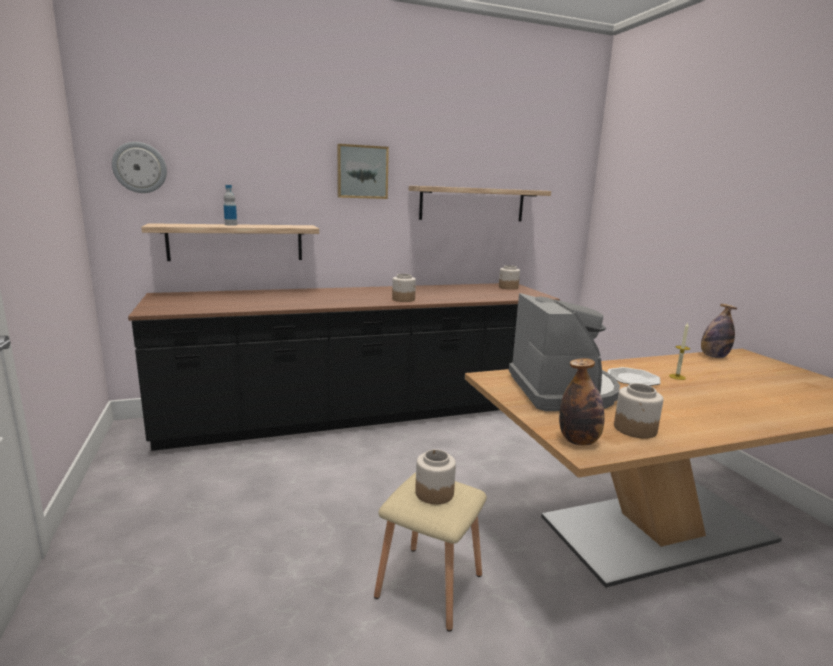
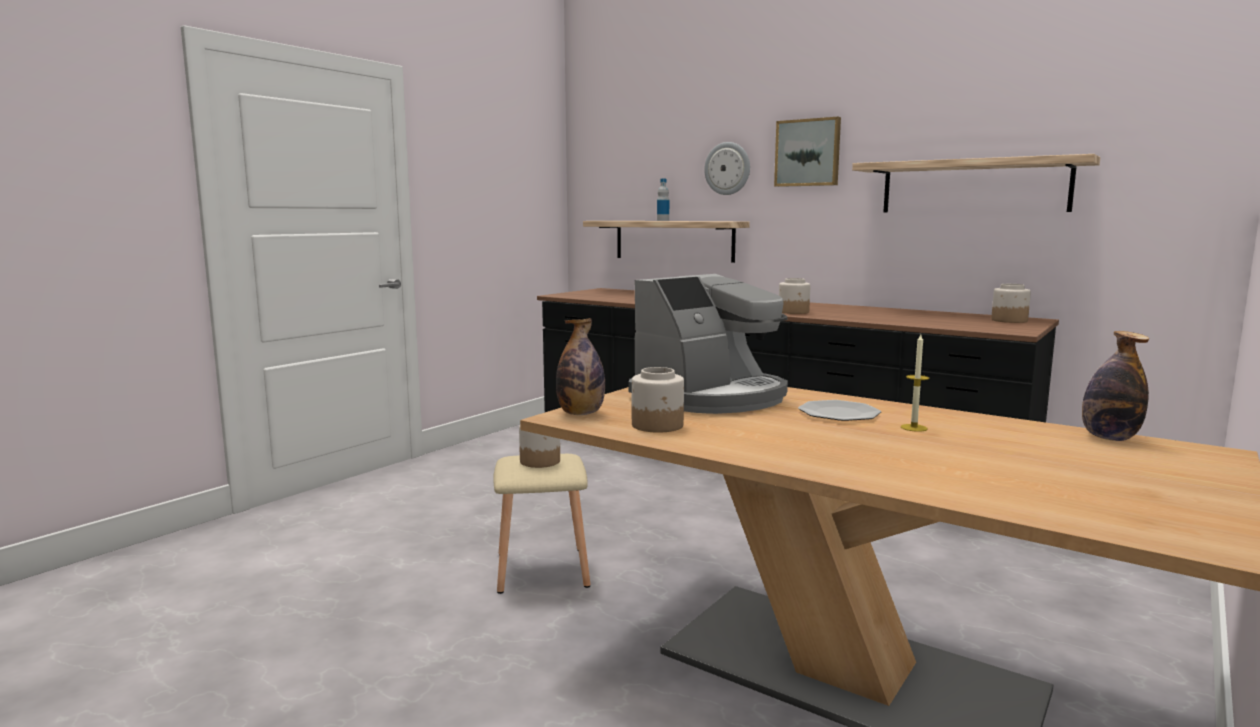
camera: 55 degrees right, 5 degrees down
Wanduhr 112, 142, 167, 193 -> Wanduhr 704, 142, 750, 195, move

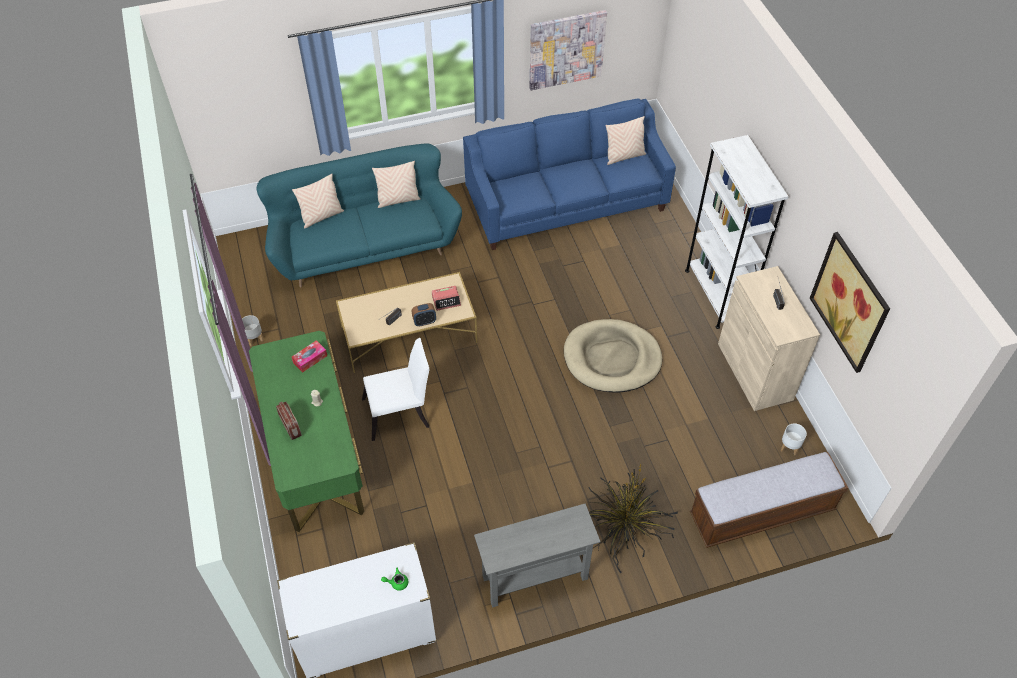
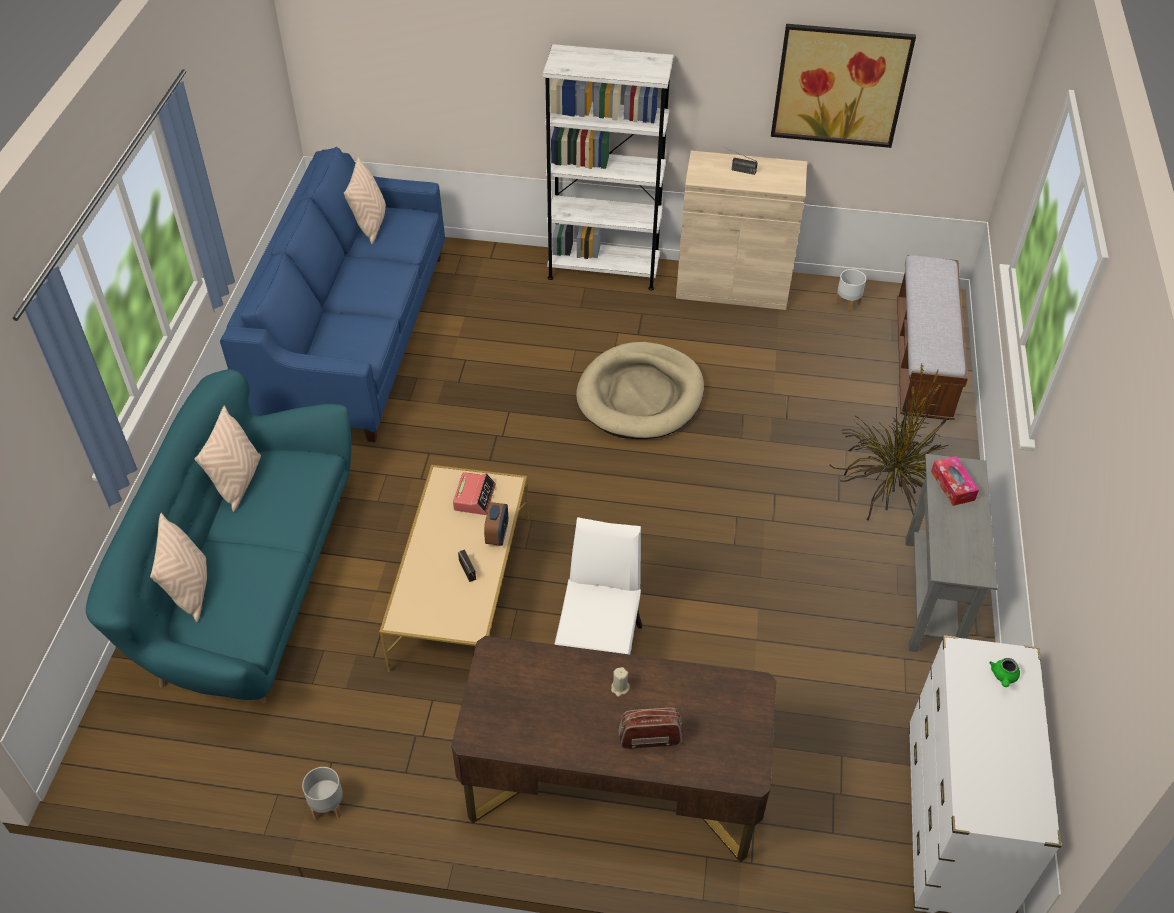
camera: 65 degrees left, 5 degrees down
Bild 529, 10, 607, 90 -> none
Taschentuchbox 292, 340, 327, 373 -> Taschentuchbox 931, 456, 979, 506, move
Schreibtisch/grün 249, 331, 364, 532 -> Schreibtisch/braun 451, 636, 776, 862

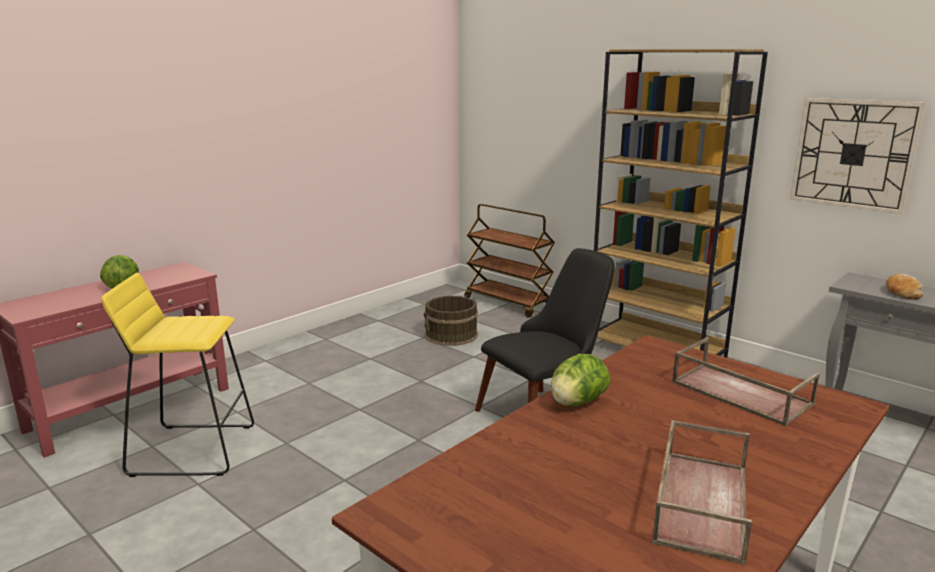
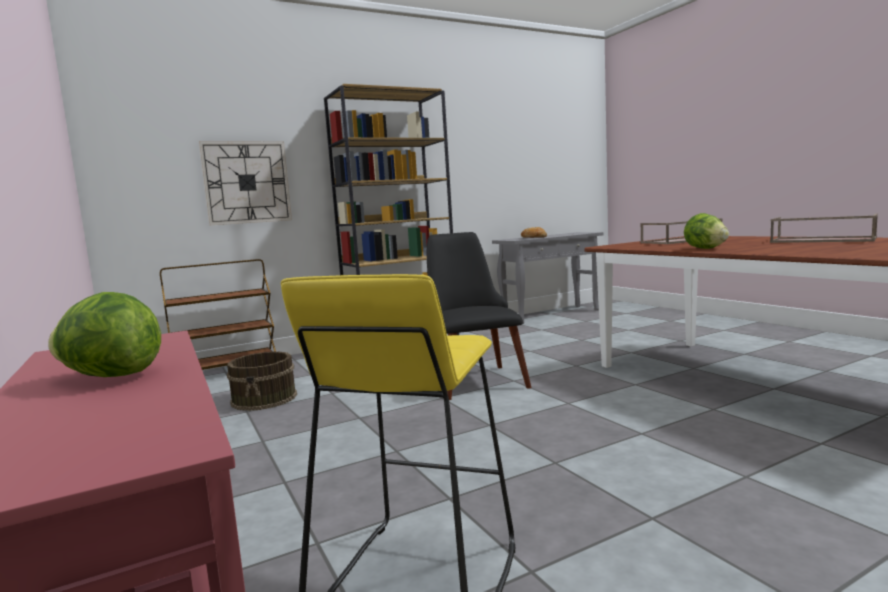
camera: 70 degrees left, 10 degrees down
Wanduhr 790, 98, 925, 214 -> Wanduhr 199, 141, 292, 225, move

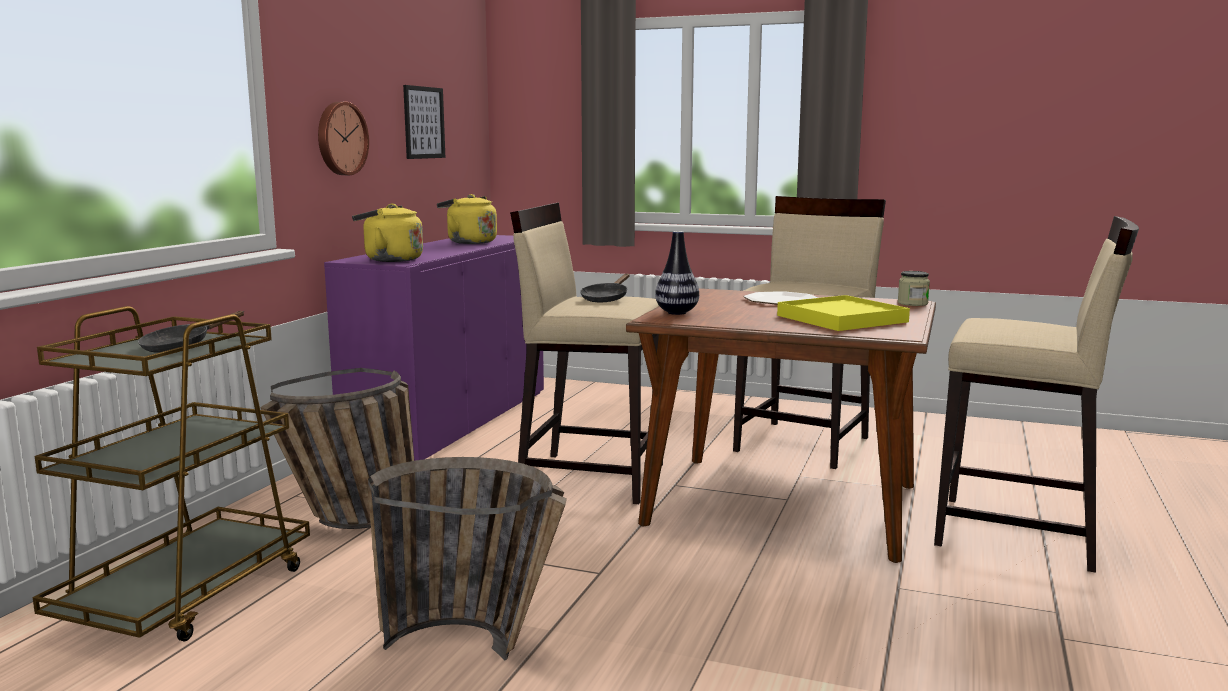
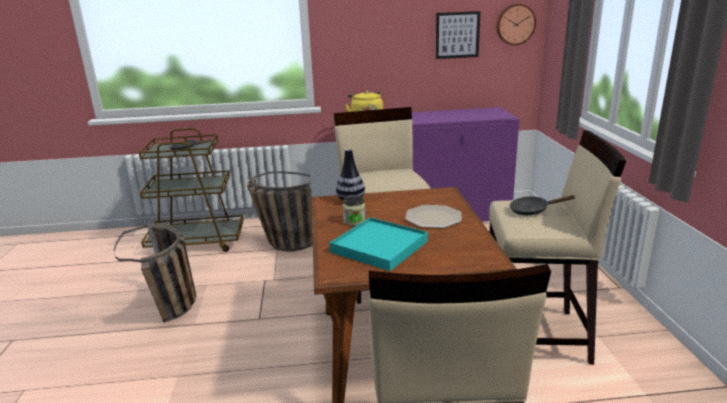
camera: 65 degrees right, 10 degrees up
Wasserkessel/gelb 437, 194, 497, 244 -> none
Wanduhr 318, 102, 369, 175 -> Wanduhr 496, 4, 536, 45, move
Pfanne/schwarz 580, 274, 630, 302 -> Pfanne/schwarz 510, 195, 574, 215, move
Vorratsglas 898, 271, 930, 306 -> Vorratsglas 343, 196, 366, 226, move
Tablett/gelb 777, 295, 910, 331 -> Tablett/türkis 329, 217, 428, 271

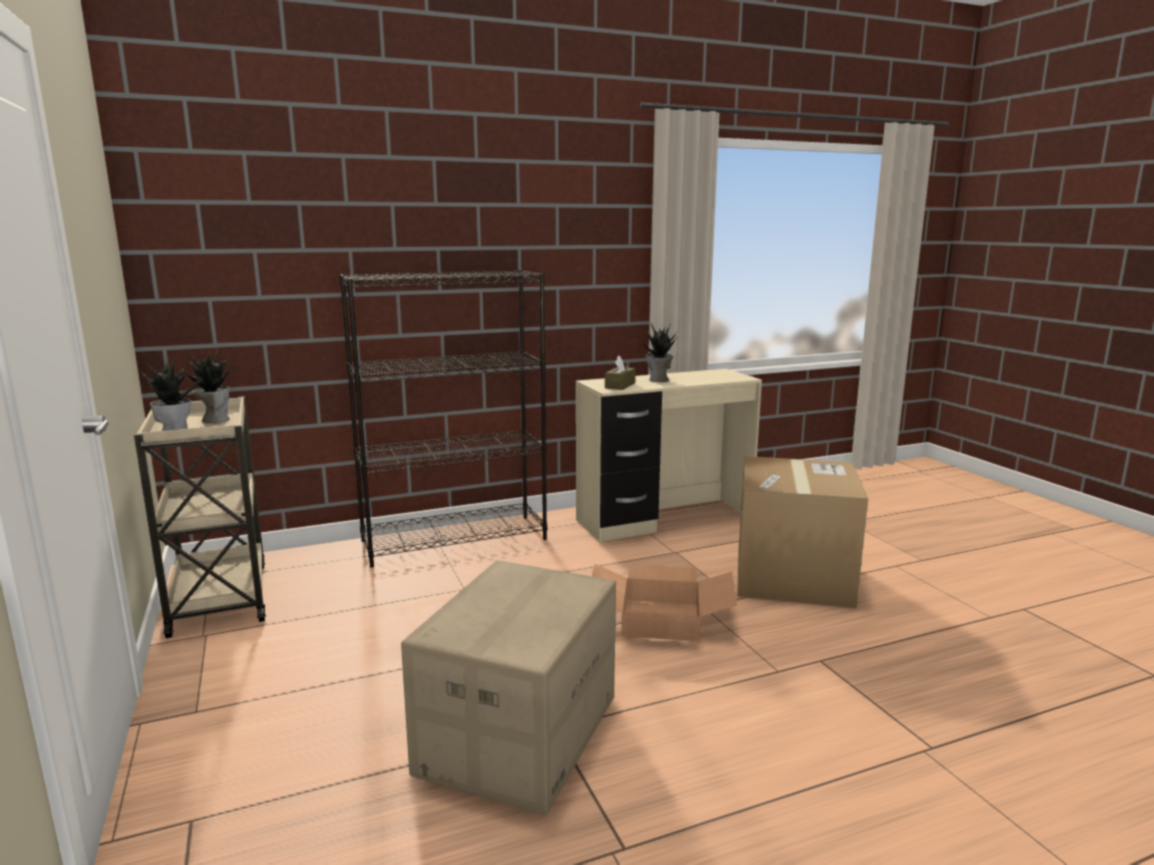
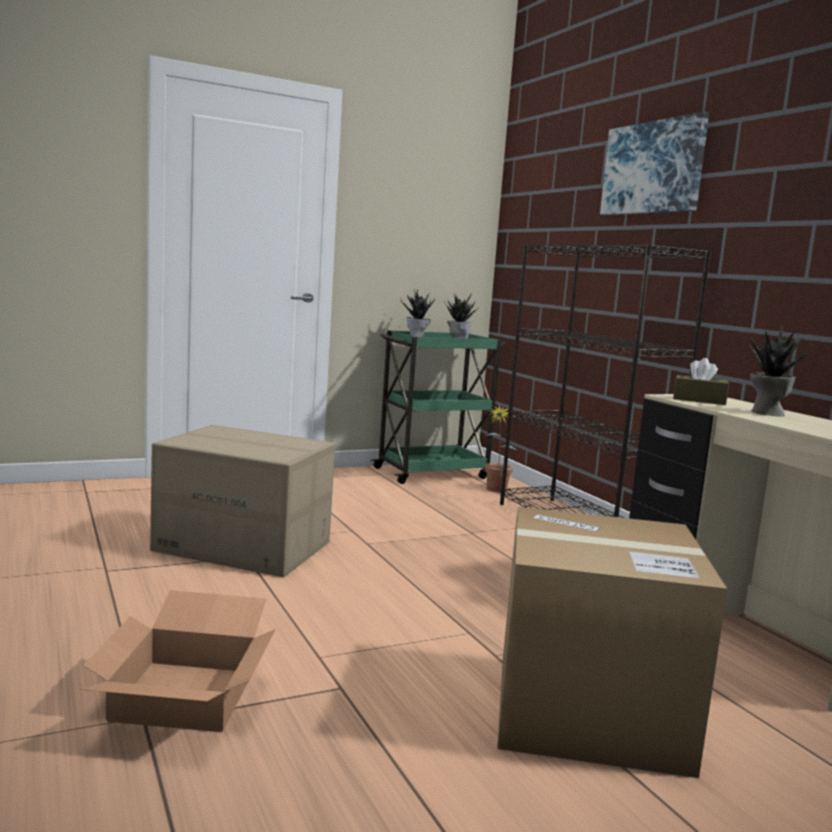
camera: 85 degrees right, 5 degrees down
none -> Topfpflanze 485, 404, 517, 492
none -> Bild 600, 112, 709, 215
Karton 592, 564, 738, 641 -> Karton 80, 590, 276, 732, move
Rollwagen/beige 134, 396, 266, 638 -> Rollwagen/grün 371, 330, 506, 484

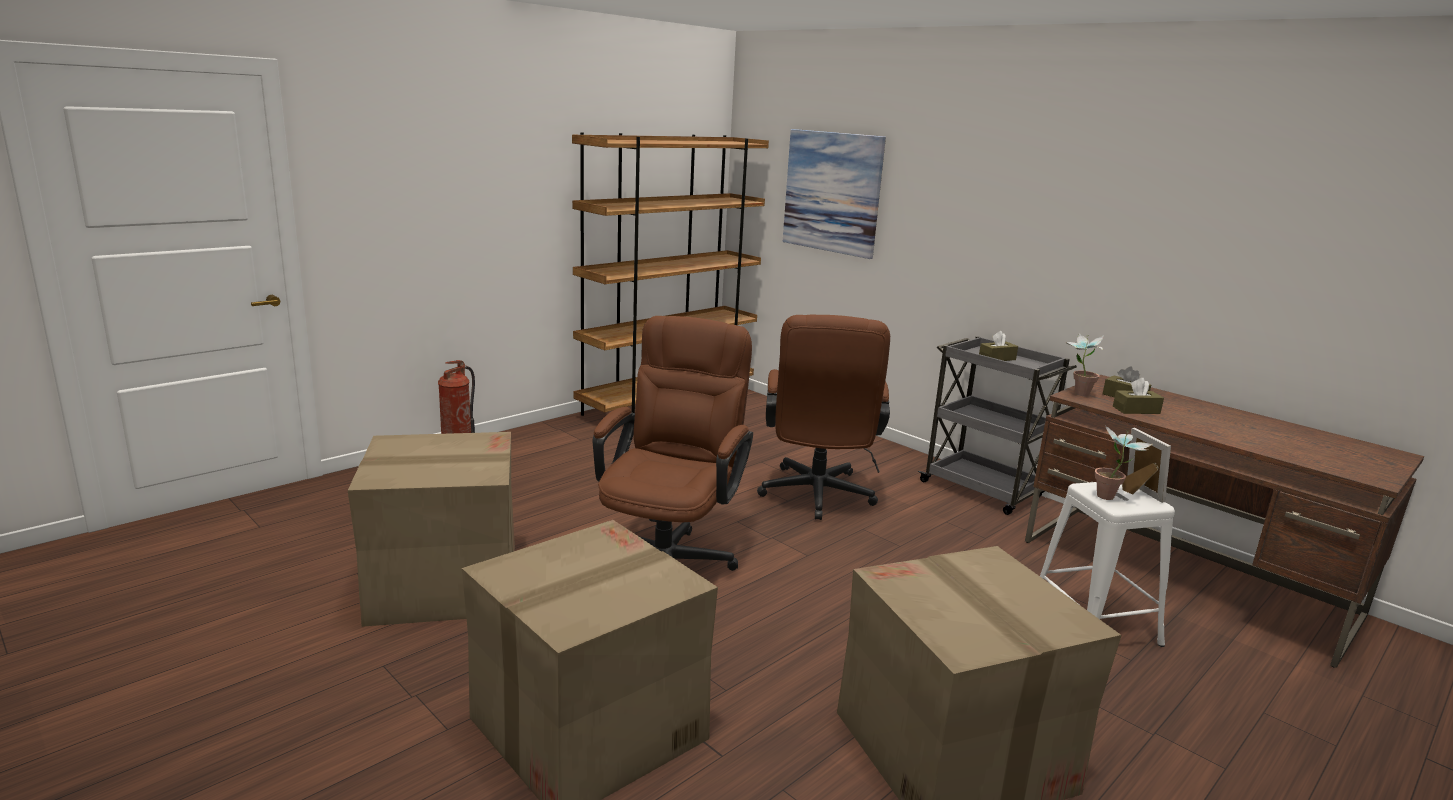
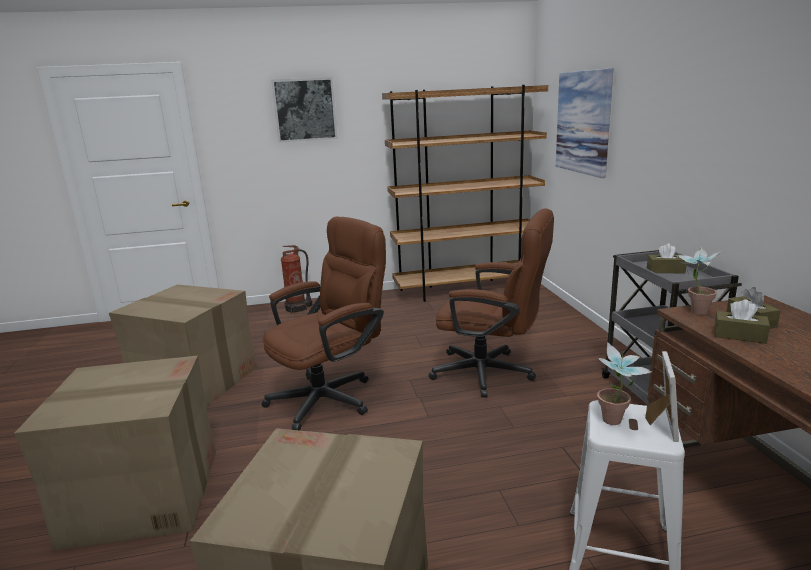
camera: 35 degrees right, 0 degrees up
none -> Bild 271, 77, 338, 143
Bürostuhl/braun 757, 314, 890, 520 -> Bürostuhl/braun 428, 208, 554, 397, 105 degrees counterclockwise

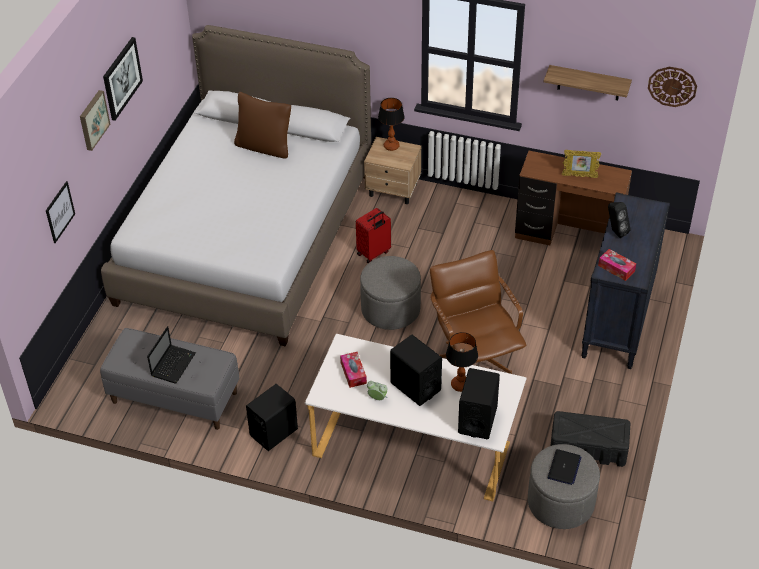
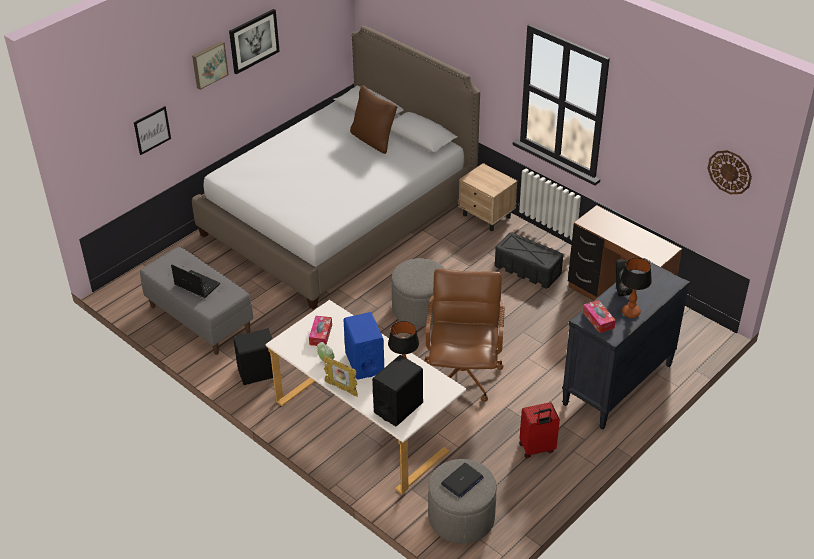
camera: 25 degrees right, 5 degrees down
Wandregal 544, 65, 632, 100 -> none
Koffer/rot 356, 208, 391, 263 -> Koffer/rot 519, 402, 560, 458, move
Tischlampe 378, 98, 405, 151 -> Tischlampe 621, 258, 652, 318, move
Aufbewahrungsbox/schwarz 550, 411, 630, 467 -> Aufbewahrungsbox/schwarz 495, 232, 563, 289, move
Bilderrahmen 562, 150, 601, 178 -> Bilderrahmen 323, 356, 358, 397, move
Lautsprecher/schwarz 390, 335, 442, 406 -> Lautsprecher/blau 343, 312, 384, 380
Laptop 147, 326, 196, 384 -> Laptop 171, 264, 220, 298, 105 degrees counterclockwise

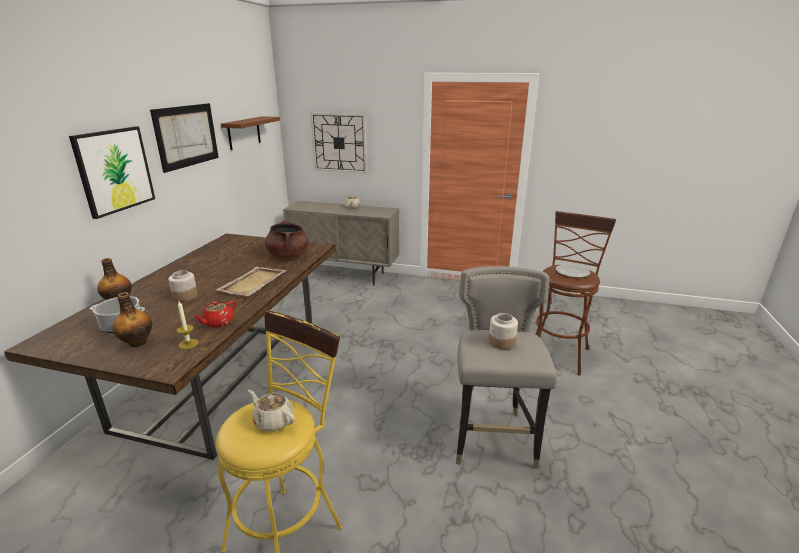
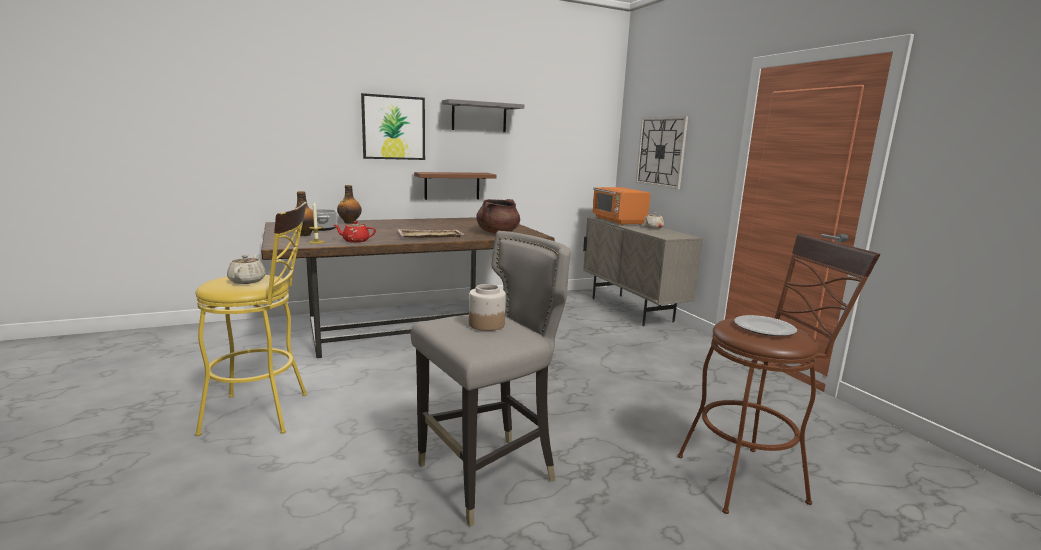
camera: 50 degrees right, 10 degrees down
Vorratsglas 168, 270, 198, 301 -> none
none -> Mikrowelle/orange 592, 187, 651, 225
Wandregal/braun 221, 116, 280, 150 -> Wandregal/braun 414, 172, 497, 200, move
Bild 150, 103, 219, 173 -> Wandregal/grau 442, 99, 525, 132

